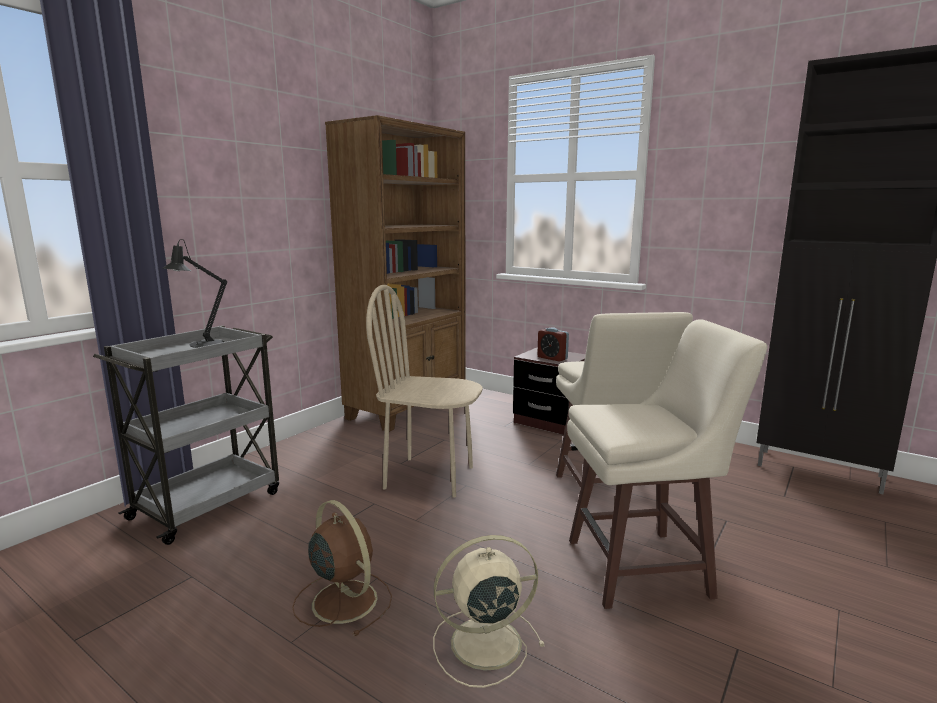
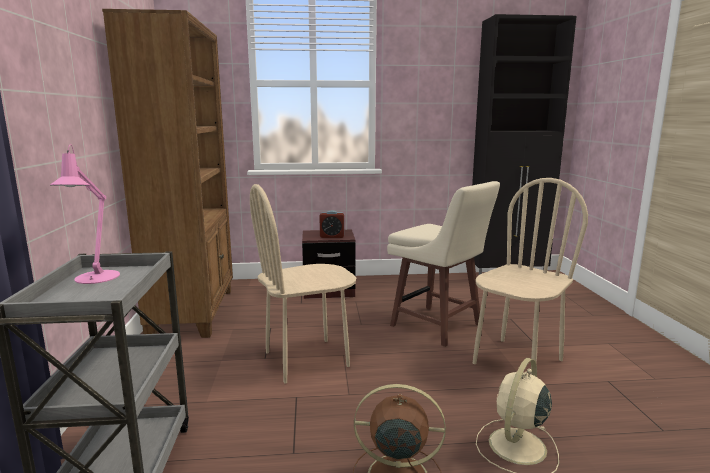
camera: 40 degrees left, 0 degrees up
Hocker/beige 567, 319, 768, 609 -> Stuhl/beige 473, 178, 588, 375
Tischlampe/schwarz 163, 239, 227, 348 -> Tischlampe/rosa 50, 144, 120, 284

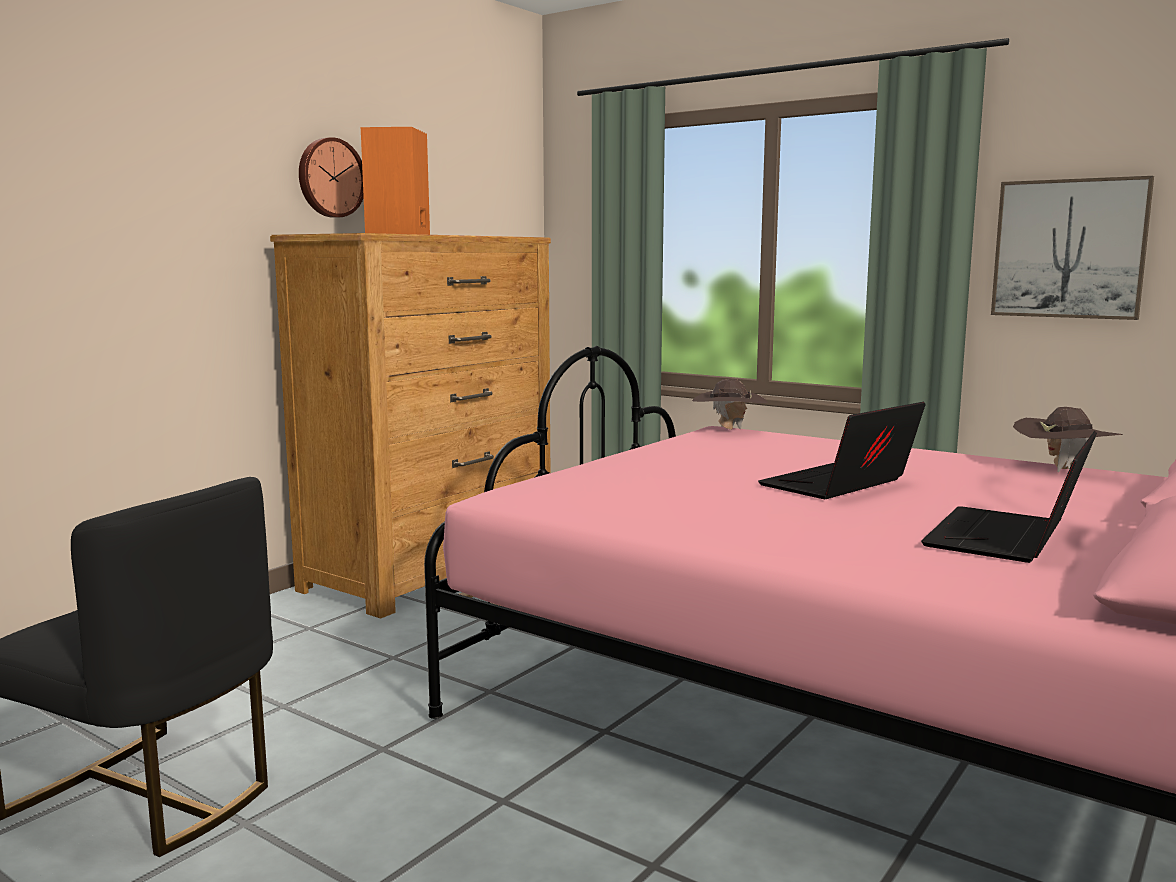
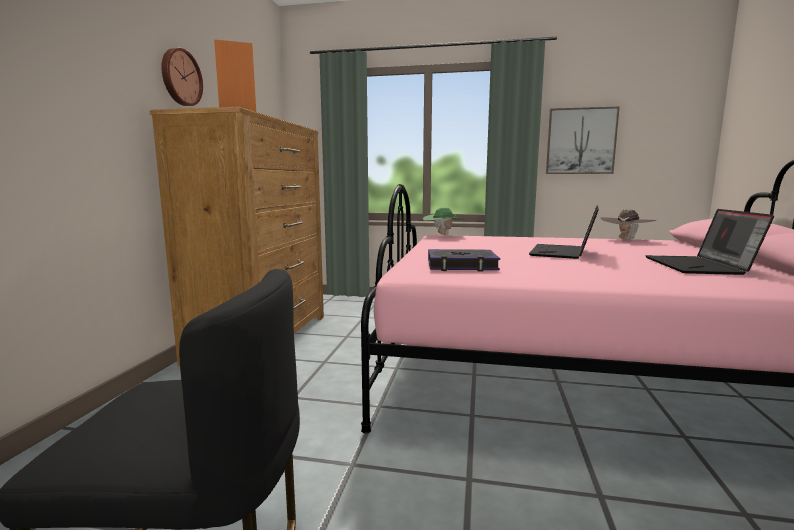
camera: 25 degrees left, 0 degrees up
none -> Buch 428, 249, 500, 271
Hut/braun 692, 379, 768, 430 -> Hut/grün 423, 207, 463, 235

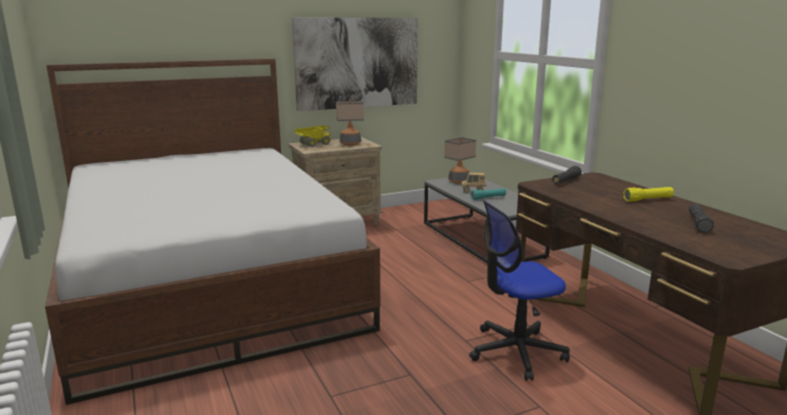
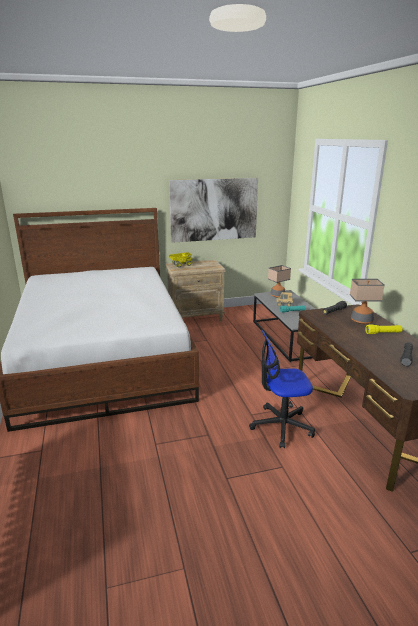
camera: 10 degrees right, 5 degrees up
Tischlampe 336, 100, 364, 146 -> Tischlampe 350, 279, 385, 324, move

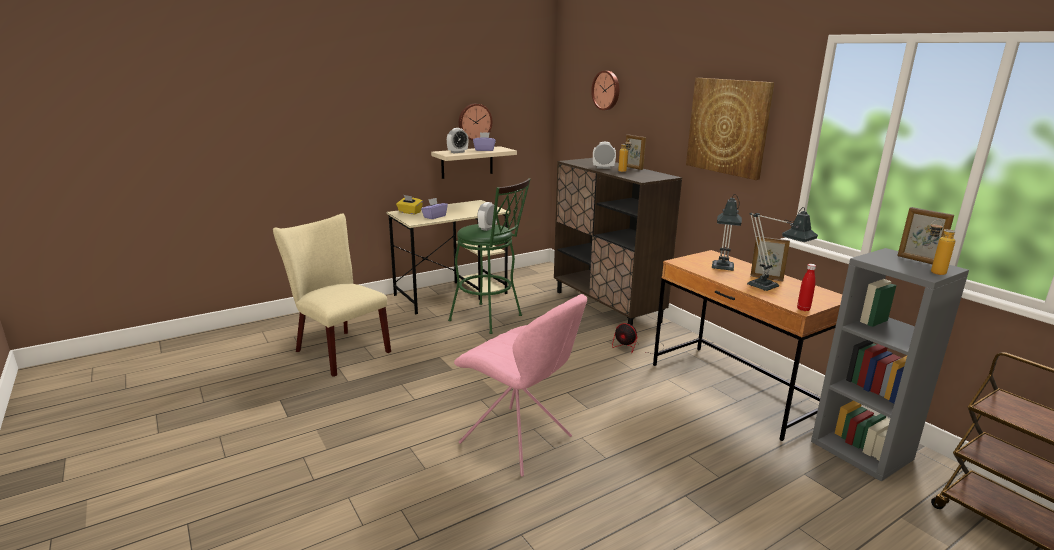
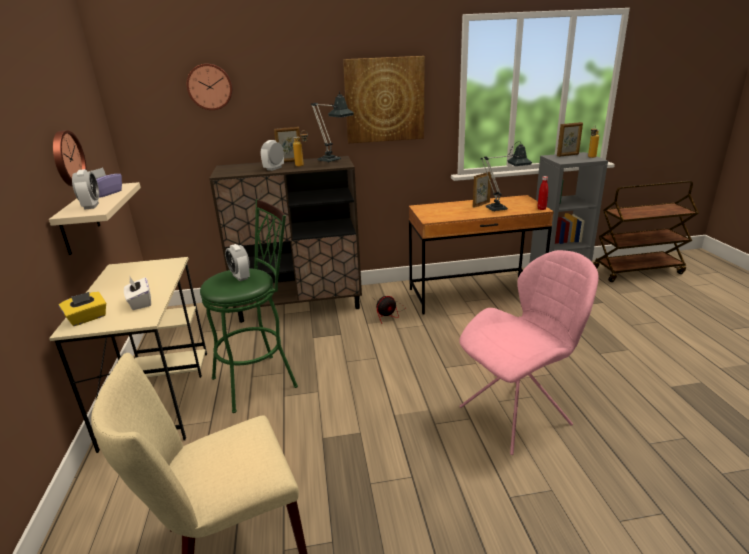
camera: 65 degrees left, 5 degrees up
Tischlampe 712, 194, 742, 271 -> Tischlampe 311, 91, 354, 163, move
Taschentuchbox/lila 421, 198, 448, 219 -> Taschentuchbox/weiß 124, 277, 151, 310

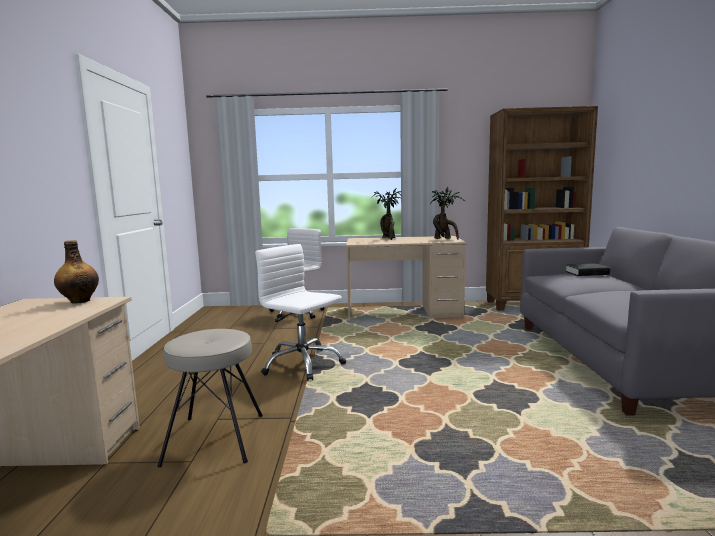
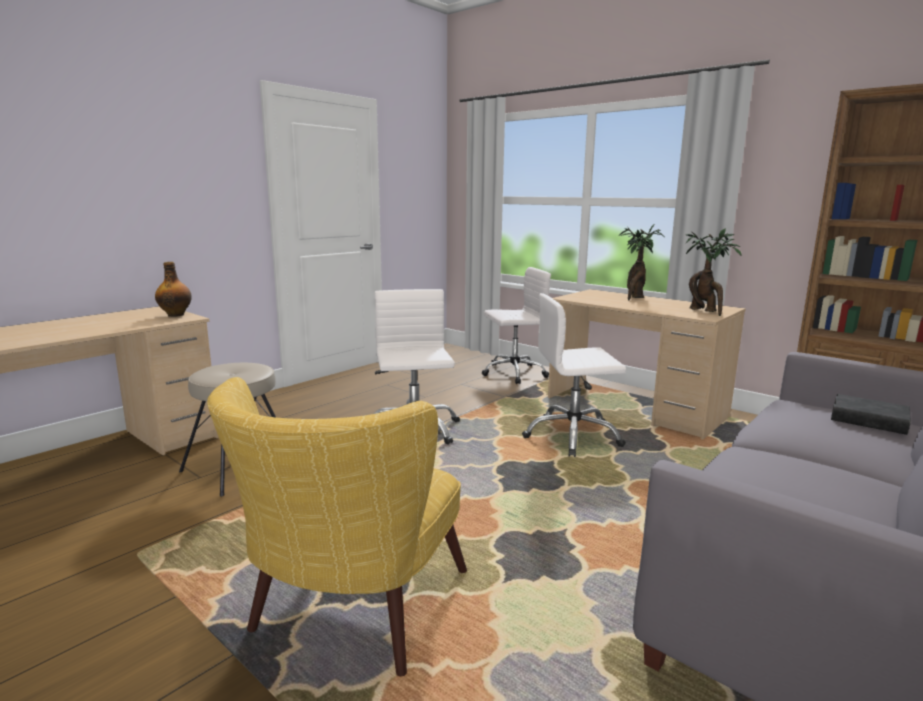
camera: 40 degrees right, 5 degrees up
none -> Sessel/gelb 207, 377, 467, 676
none -> Bürostuhl/weiß 522, 293, 626, 457

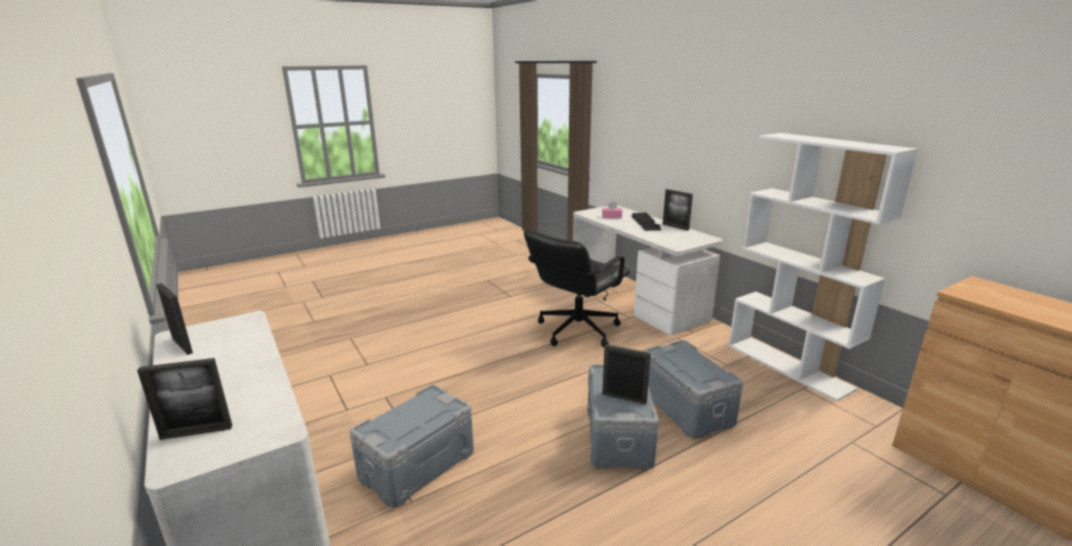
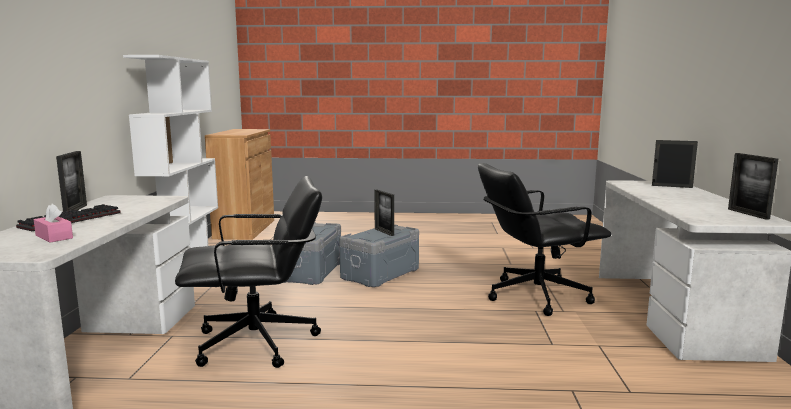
camera: 145 degrees left, 10 degrees down
Aufbewahrungsbox/grau 350, 385, 474, 508 -> Bürostuhl/schwarz 478, 163, 611, 316

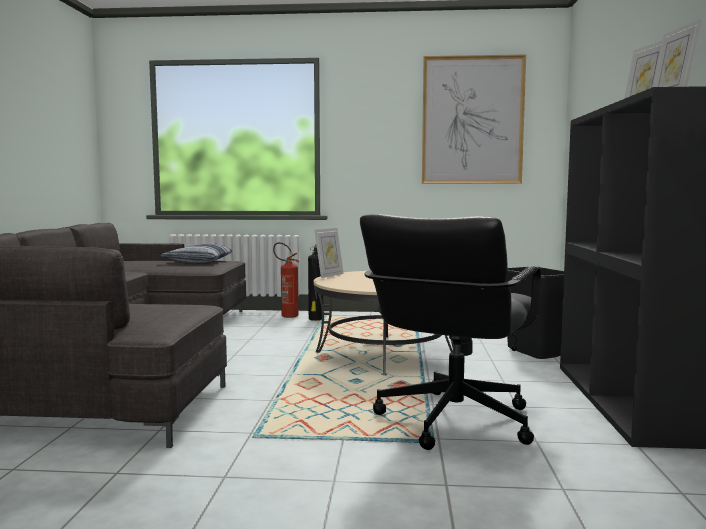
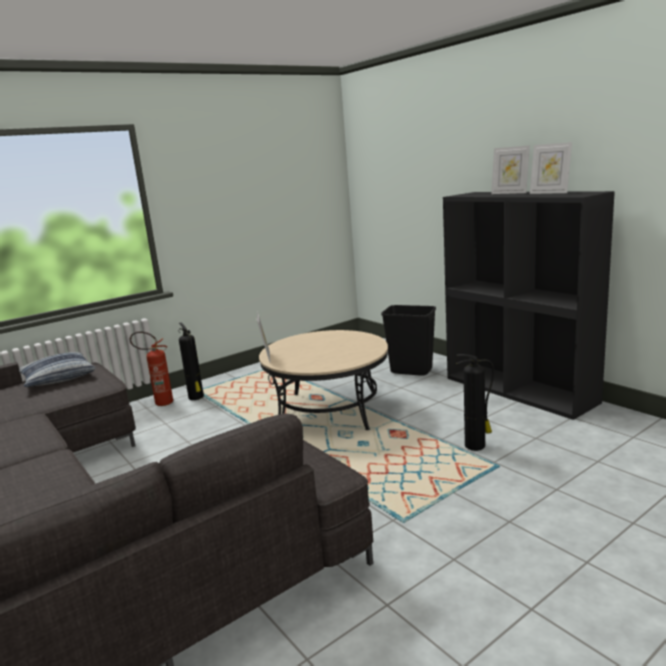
camera: 40 degrees left, 10 degrees up
Bild 422, 54, 526, 184 -> none
Bürostuhl/schwarz 360, 214, 541, 450 -> Feuerlöscher 456, 354, 494, 451

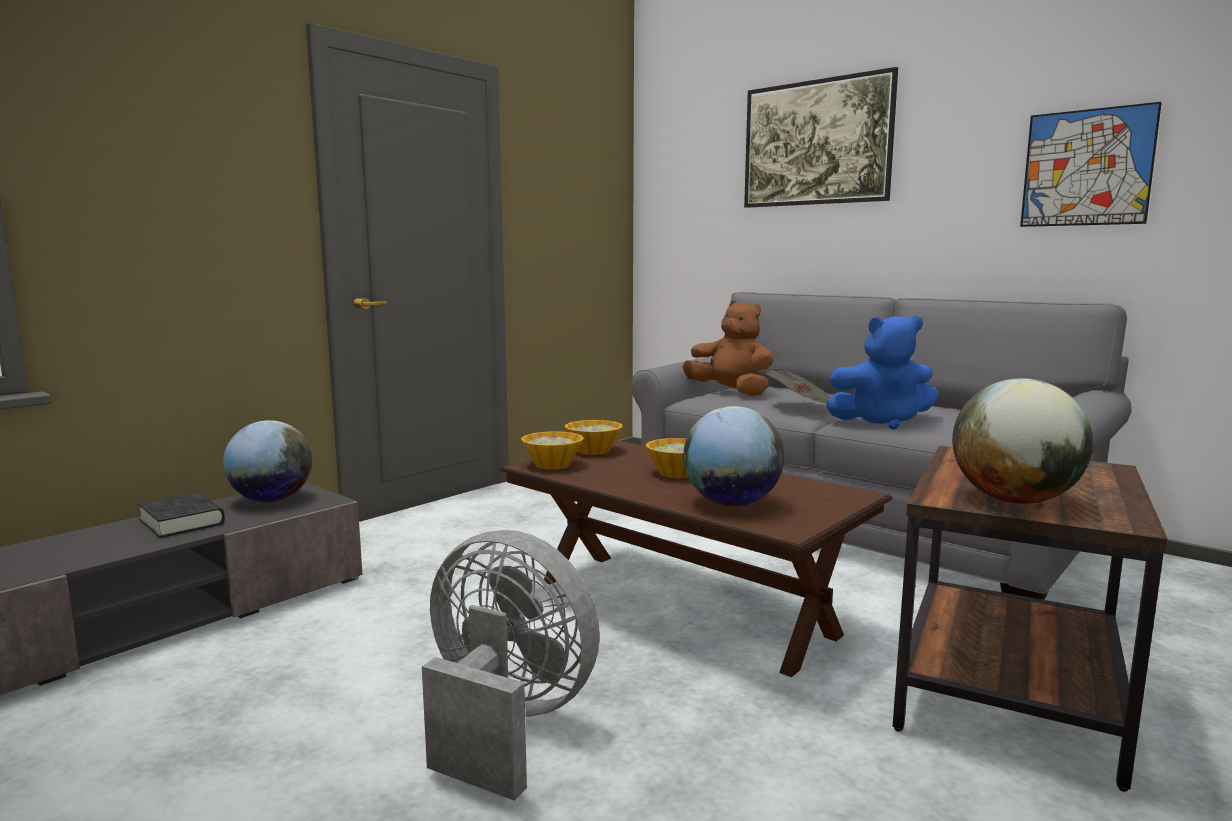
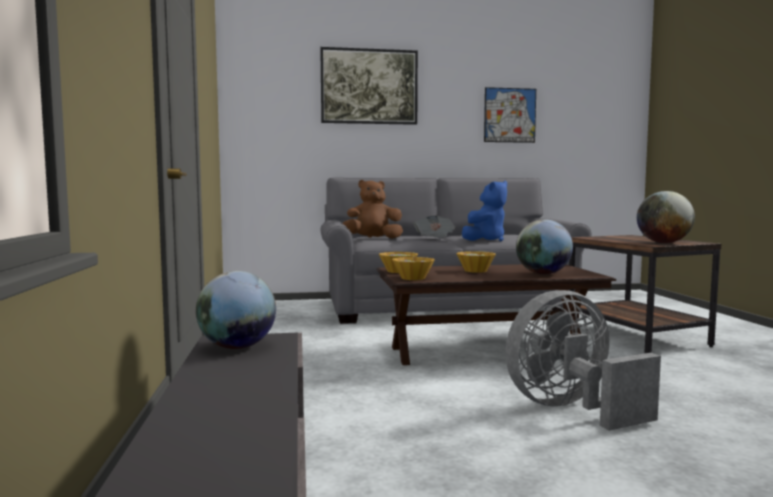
camera: 50 degrees left, 5 degrees down
Buch/schwarz 138, 492, 225, 538 -> none

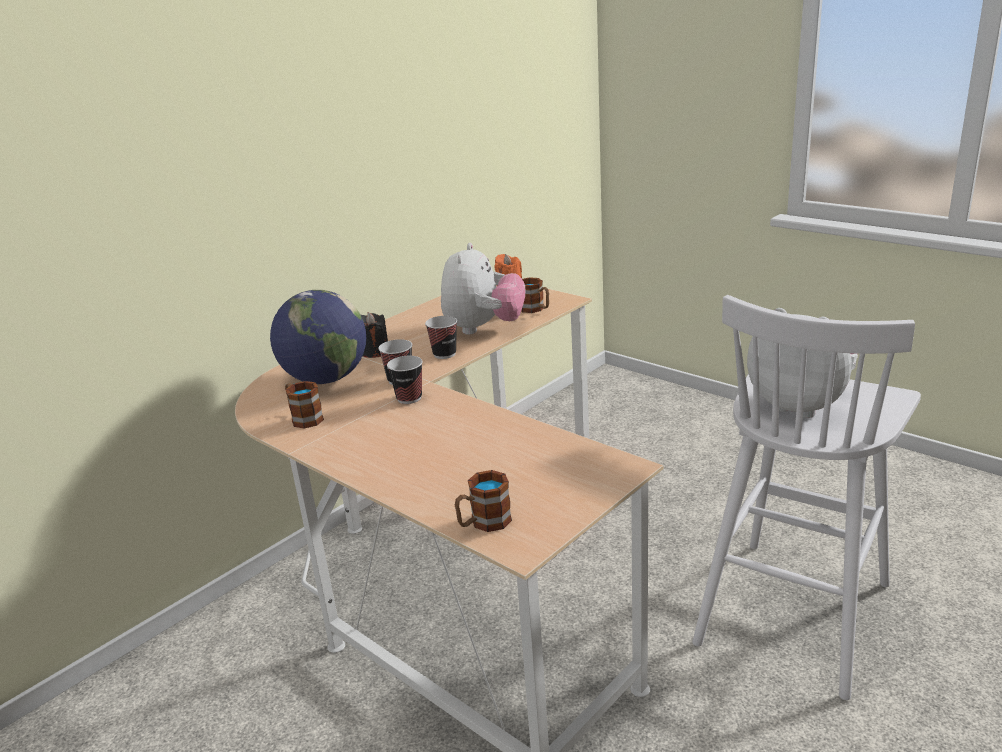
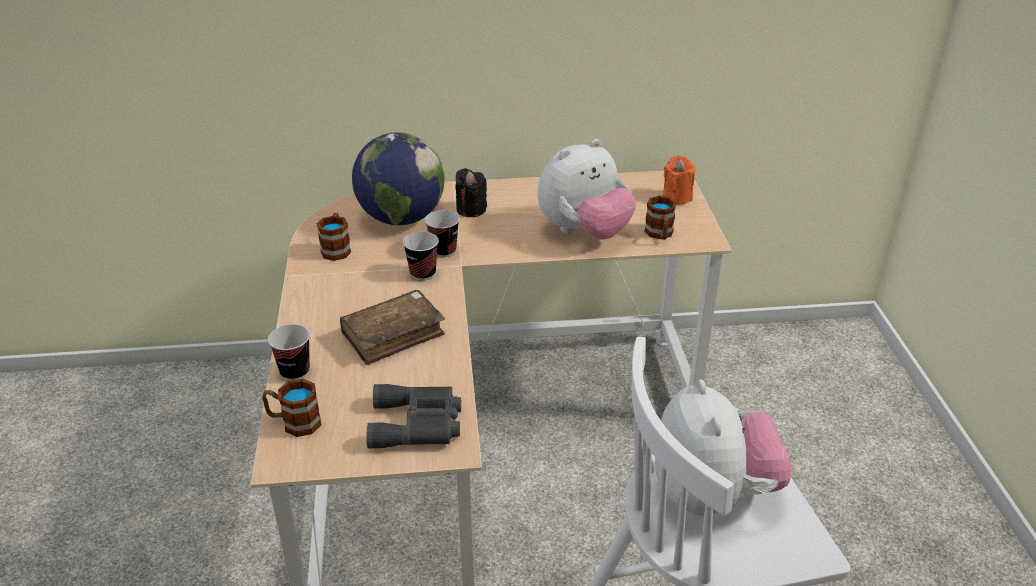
camera: 40 degrees right, 10 degrees up
none -> Buch/braun 340, 290, 445, 365
none -> Fernglas/grau 366, 384, 461, 448
Tasse 425, 316, 457, 359 -> Tasse 268, 324, 310, 381, move

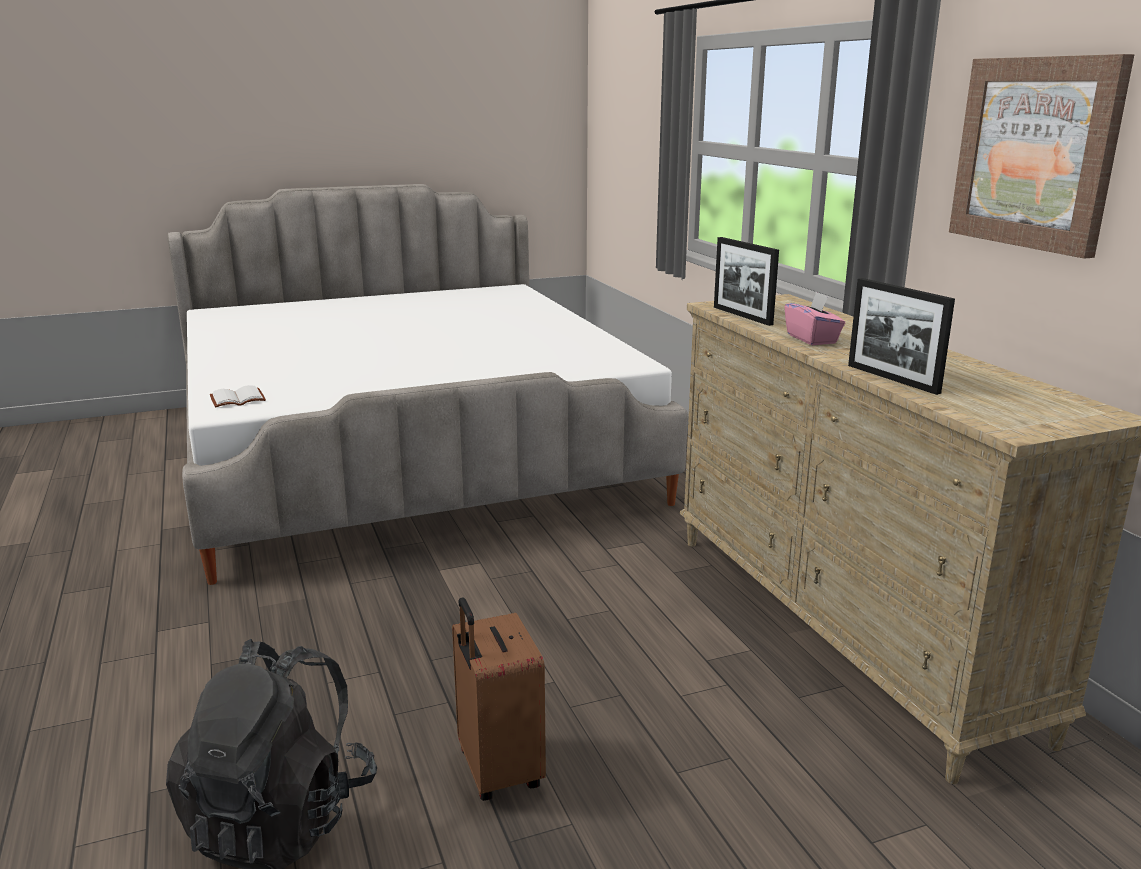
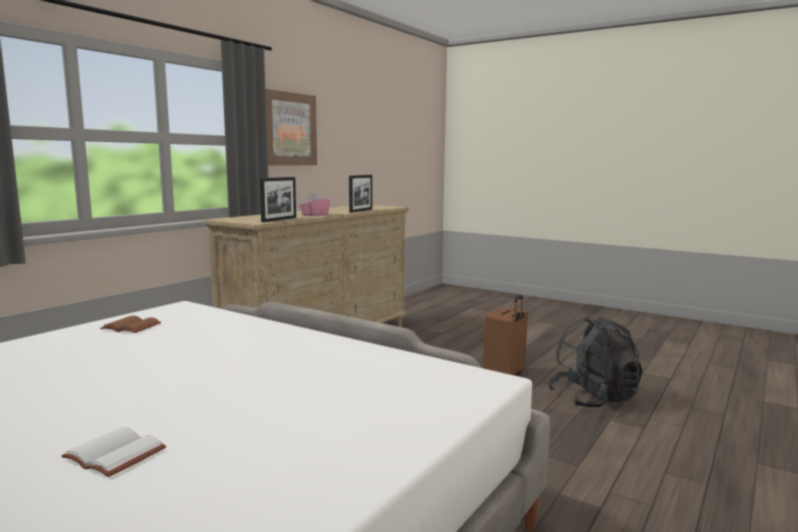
camera: 125 degrees left, 10 degrees down
none -> Buch/braun 100, 316, 161, 333
Buch/weiß 210, 385, 266, 408 -> Buch/weiß 61, 427, 166, 477, move

